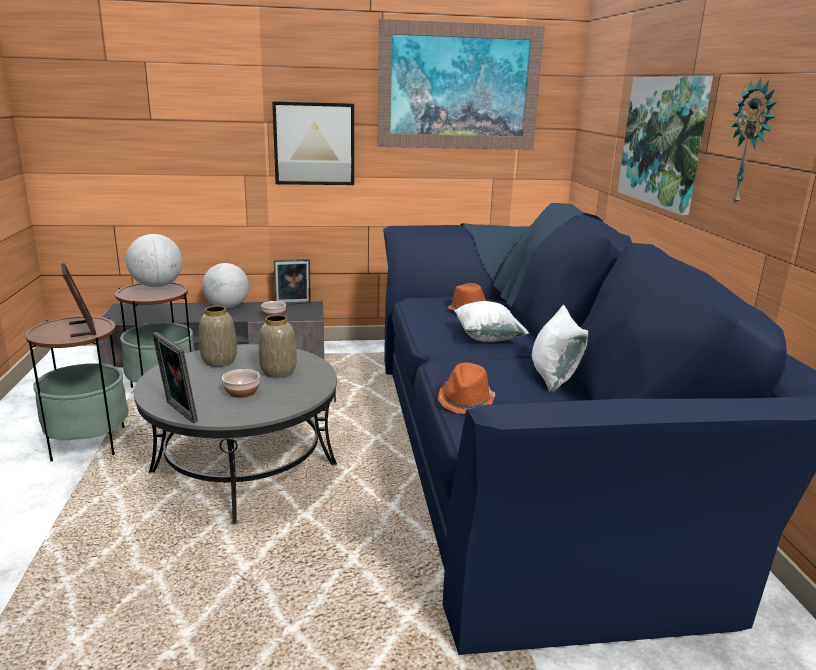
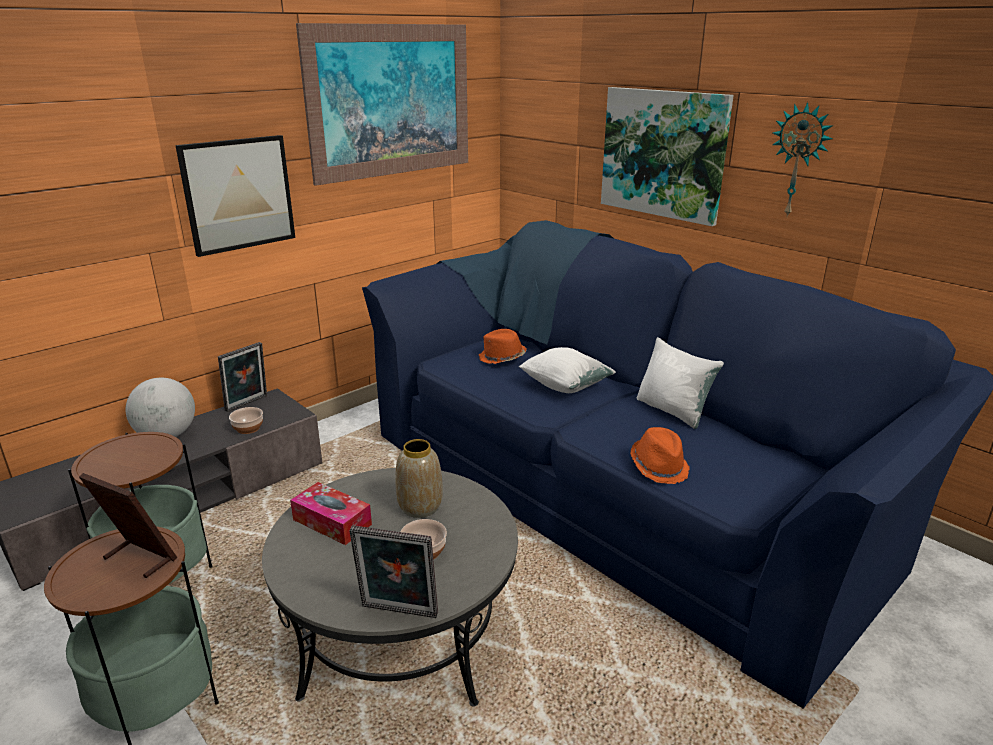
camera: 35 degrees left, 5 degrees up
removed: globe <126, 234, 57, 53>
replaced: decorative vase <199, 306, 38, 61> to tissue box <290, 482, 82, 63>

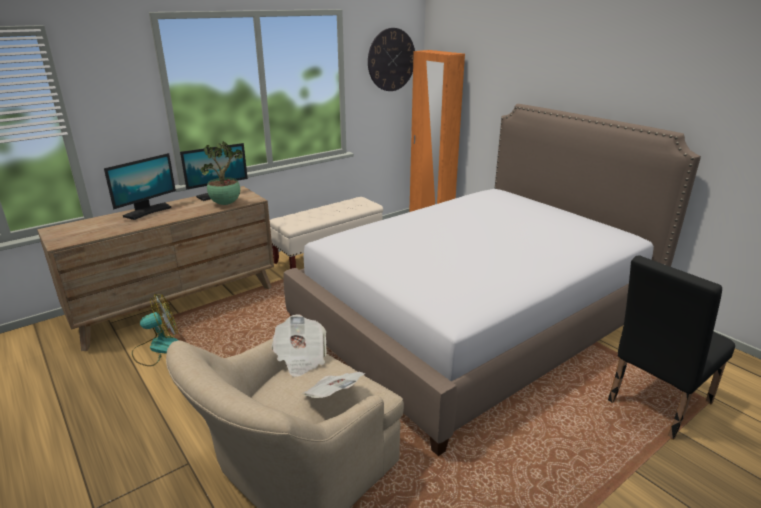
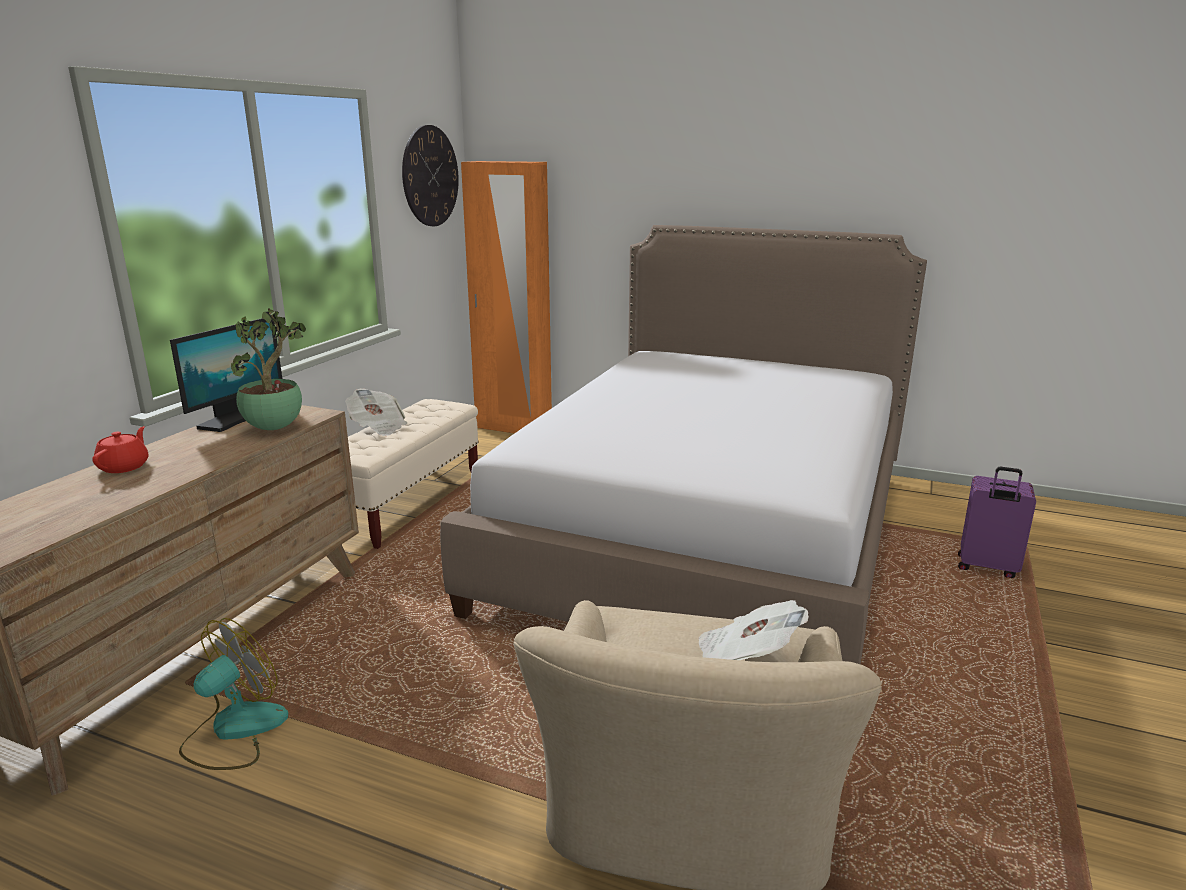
camera: 30 degrees left, 5 degrees down
moved: newspaper <271, 315, 56, 62> to <345, 389, 62, 47>
replaced: computer display <104, 153, 72, 67> to red-coloured pot for tea <92, 426, 56, 47>; blackish chair <608, 255, 127, 185> to purplish piece of luggage <958, 467, 78, 111>

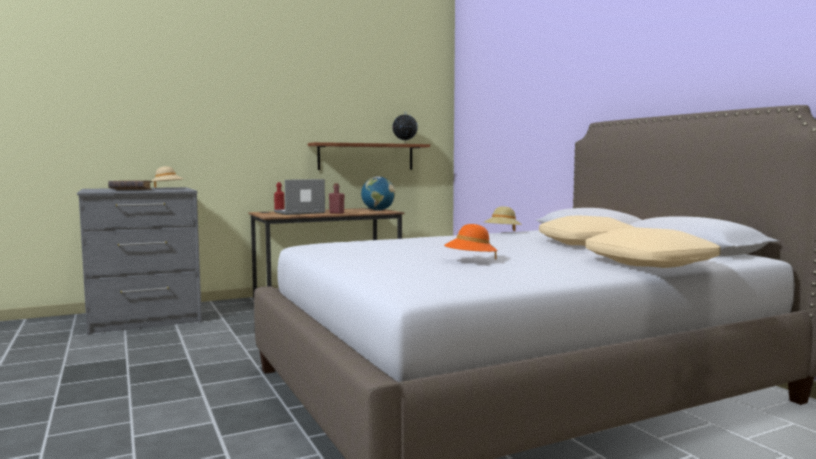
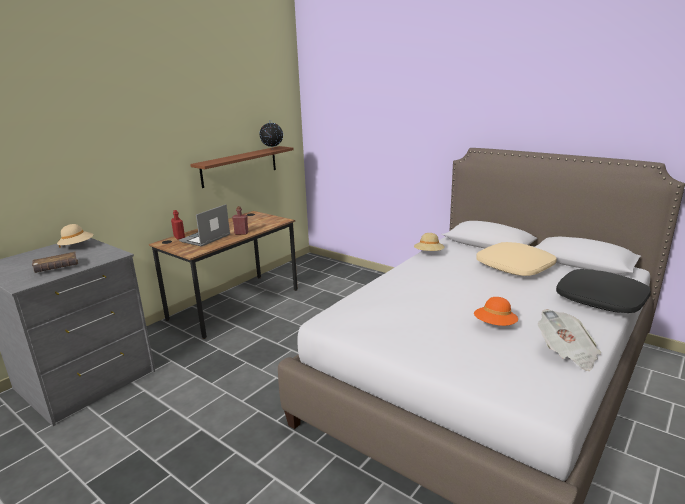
camera: 25 degrees left, 15 degrees up
removed: globe <361, 176, 34, 35>
added: newspaper <538, 309, 63, 62>
recoloured: sand-coloured pillow <585, 228, 136, 40> to blackish pillow <556, 269, 95, 44>

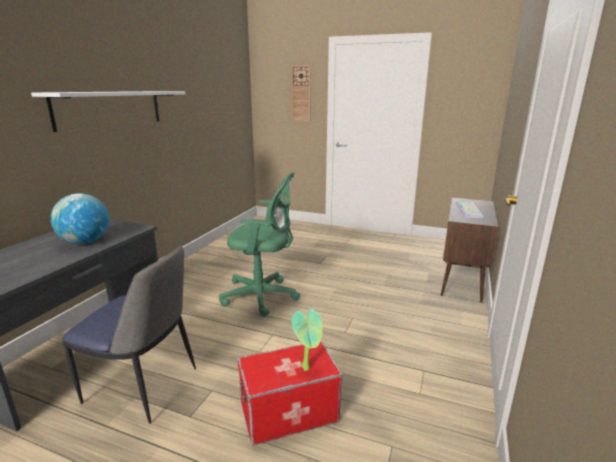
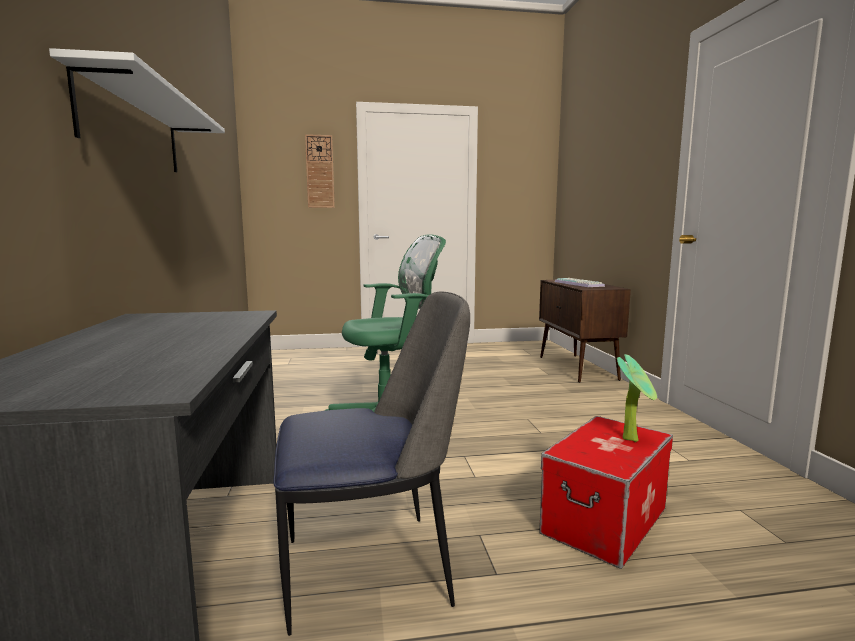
camera: 30 degrees left, 10 degrees down
removed: globe <51, 193, 58, 51>

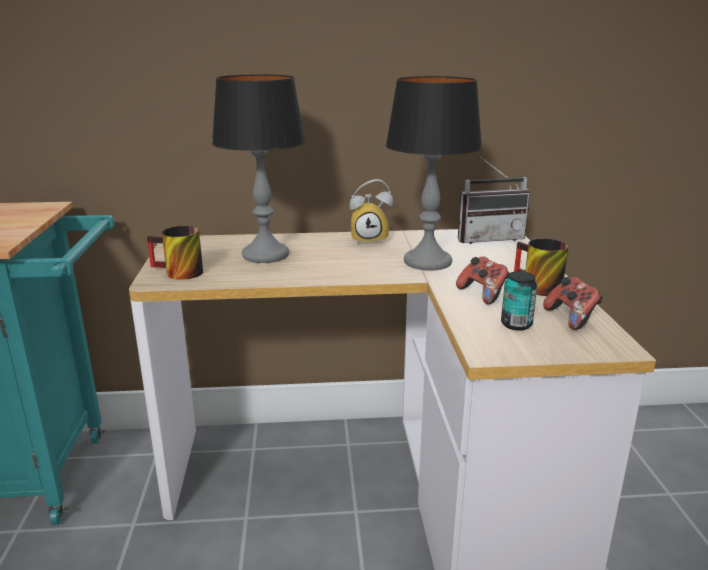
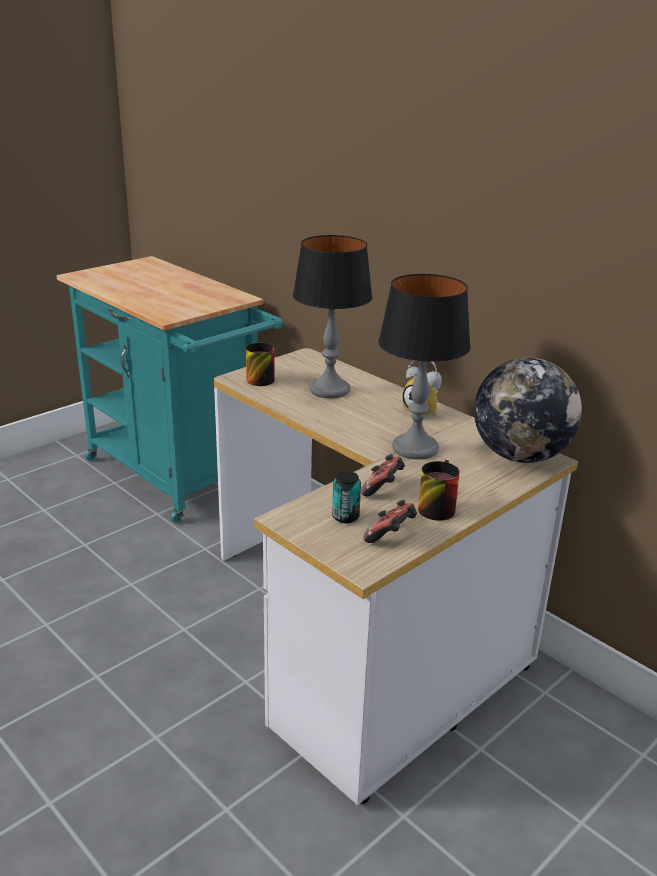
camera: 50 degrees right, 5 degrees up
replaced: radio receiver <458, 157, 72, 87> to globe <474, 357, 108, 106>

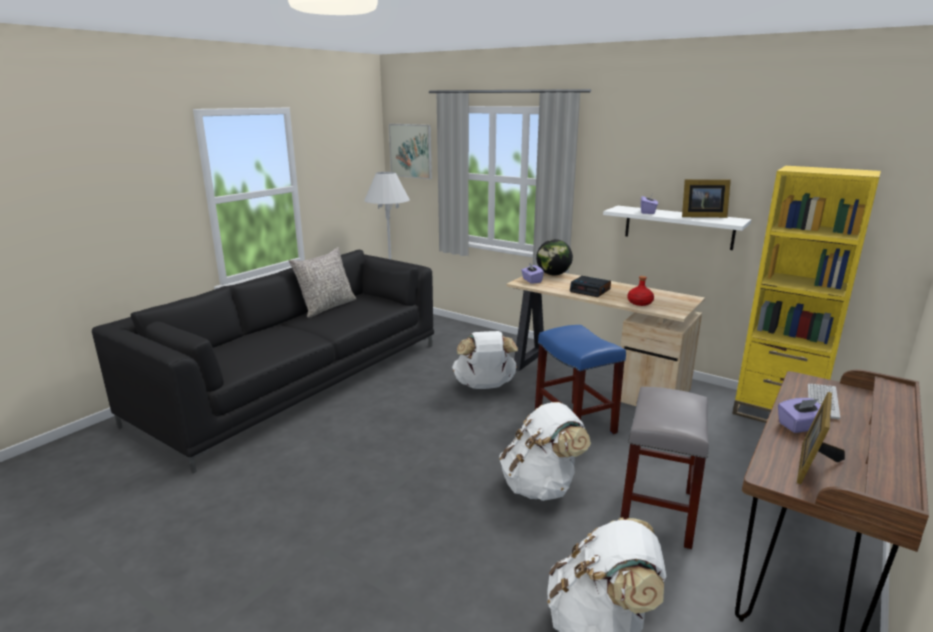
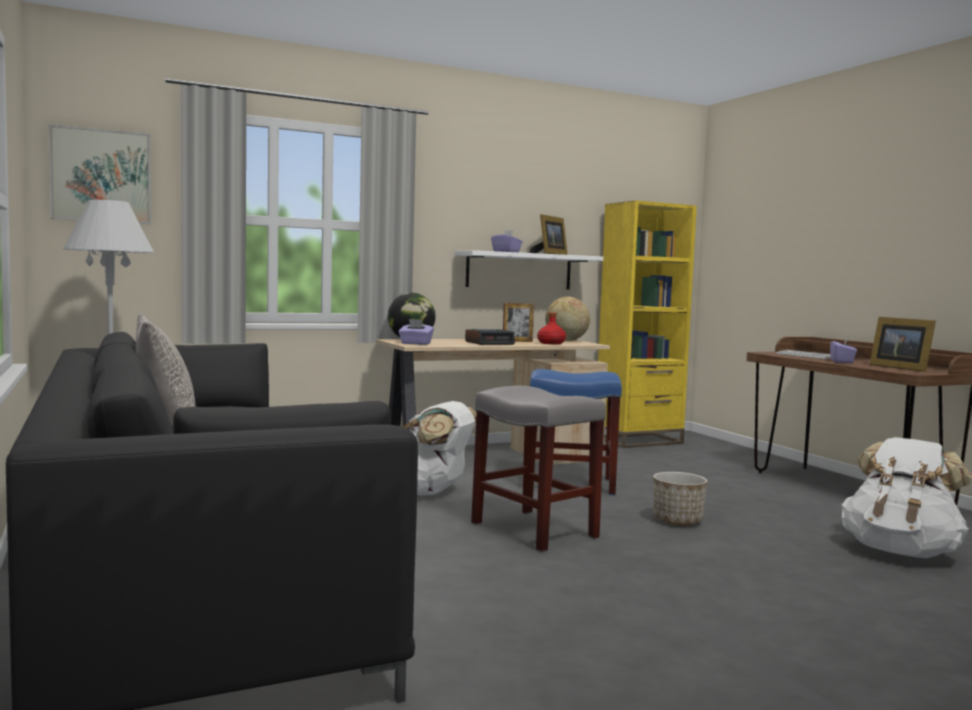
camera: 60 degrees left, 15 degrees down
added: standing frame <503, 303, 31, 39>; globe <545, 296, 45, 45>
moved: gray sitting stool <620, 387, 89, 162> to <471, 386, 135, 166>
replaced: whitish knapsack <499, 402, 92, 99> to planter <653, 472, 54, 54>

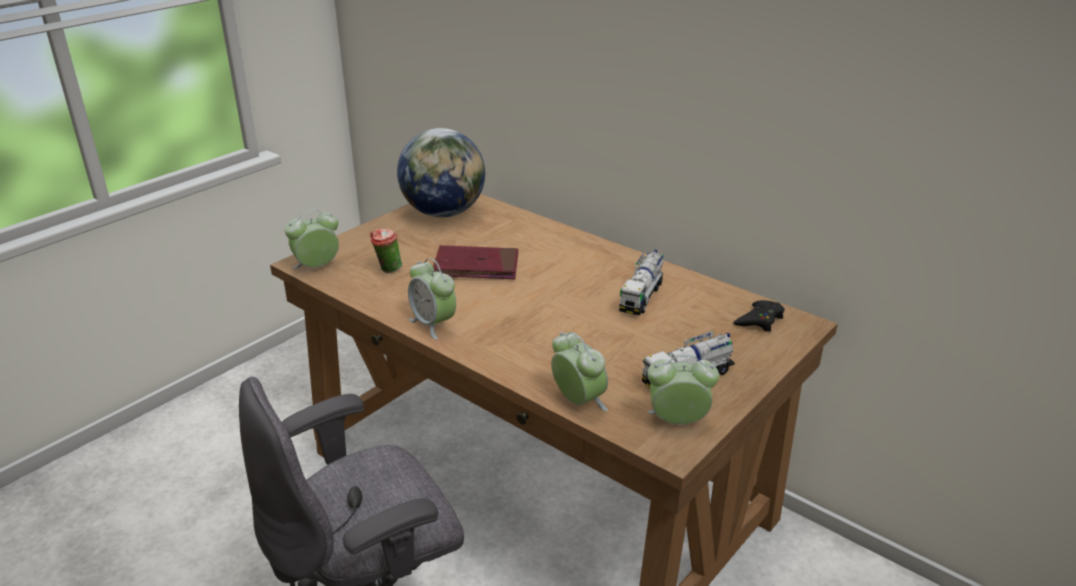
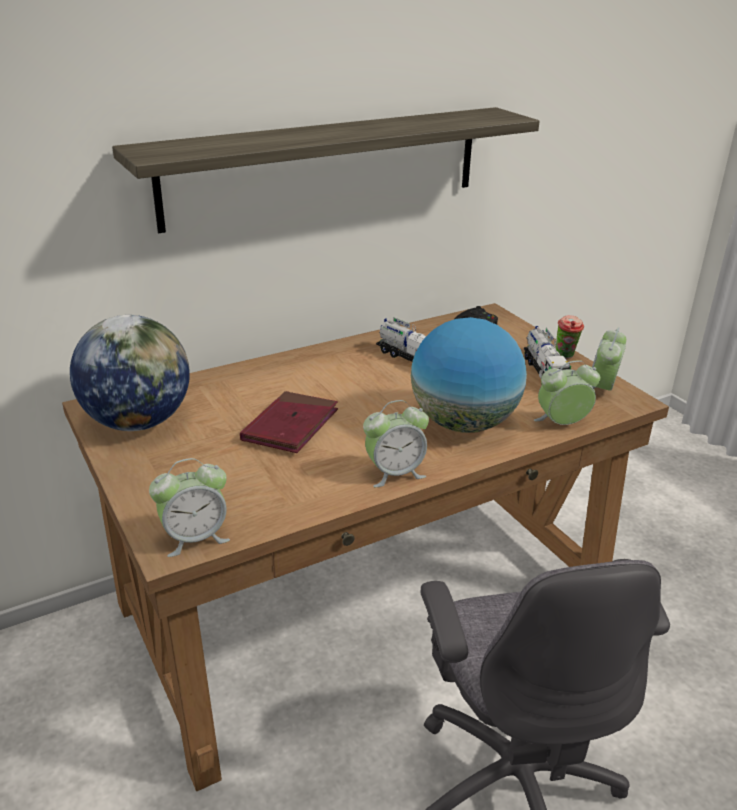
camera: 70 degrees left, 0 degrees up
added: wall shelf <112, 107, 428, 126>; globe <411, 317, 116, 116>
moved: small cup <370, 229, 32, 44> to <556, 315, 28, 44>
turned: table clock <285, 209, 54, 59> = <149, 458, 81, 99> 105 degrees counterclockwise

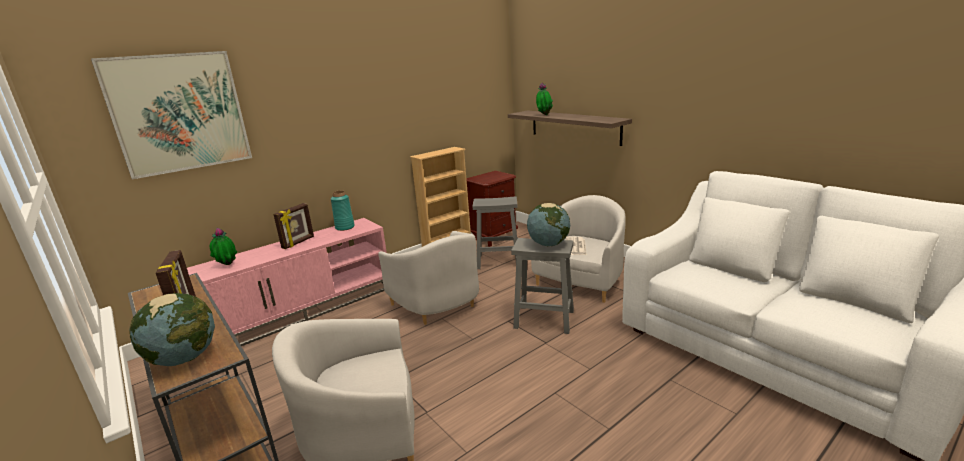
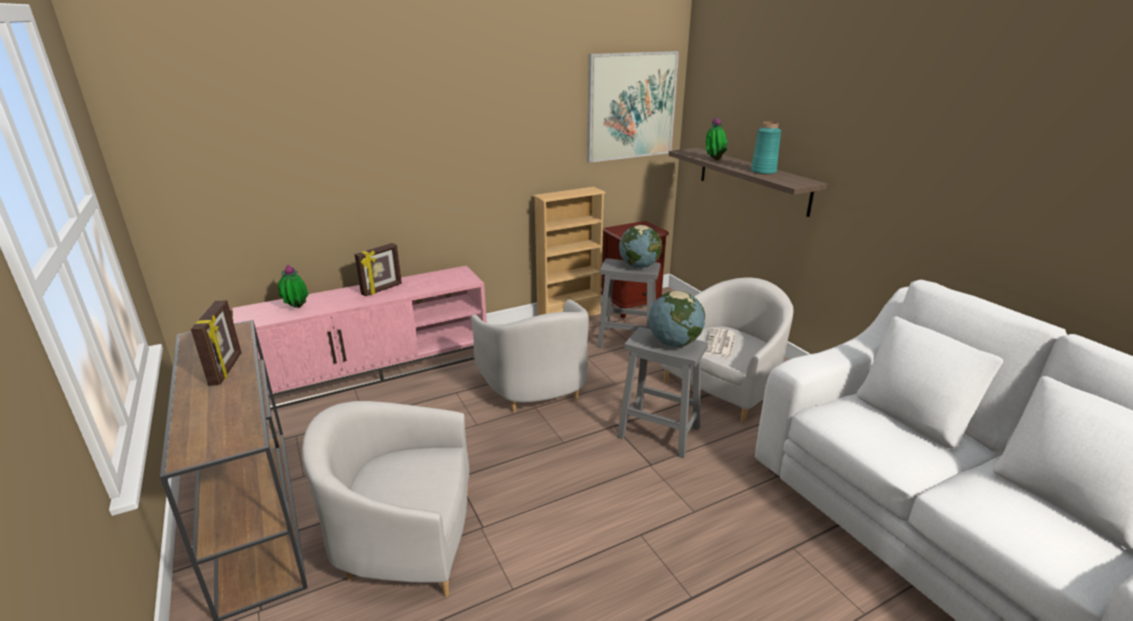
camera: 10 degrees right, 5 degrees up
moved: wall art <91, 51, 161, 128> to <587, 51, 92, 112>; globe <129, 293, 86, 73> to <619, 225, 43, 43>; turquoise-coloured decorative vase <331, 191, 24, 40> to <751, 122, 30, 52>

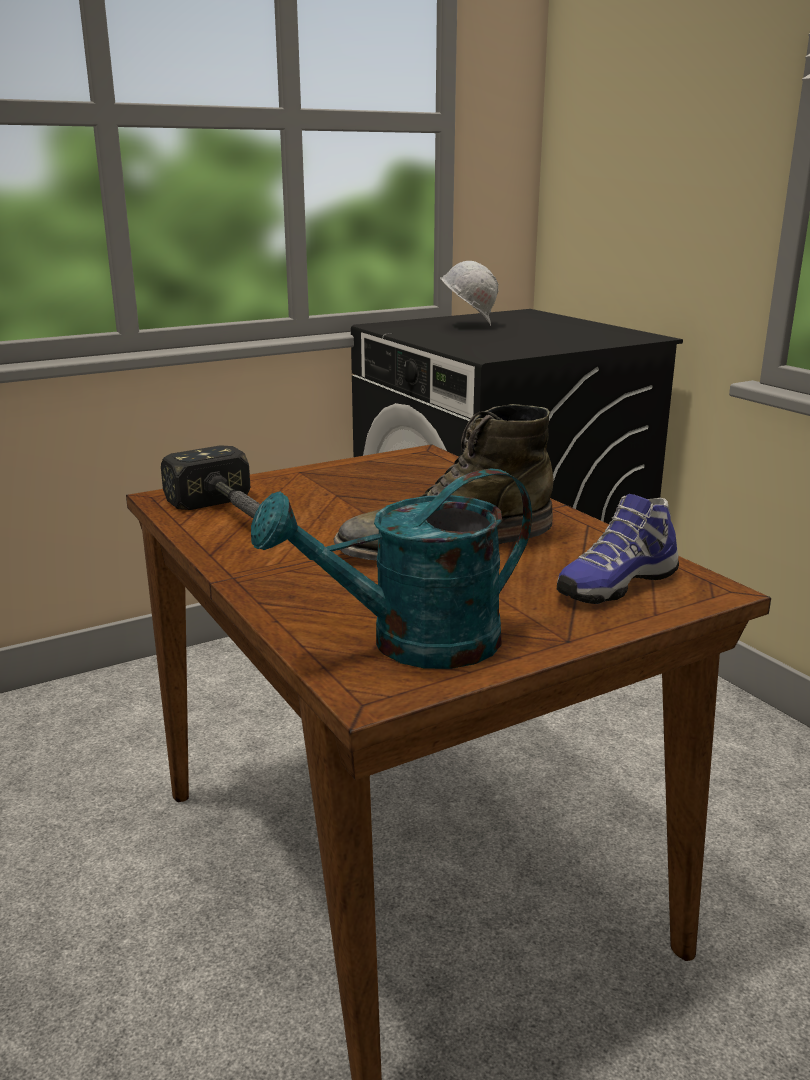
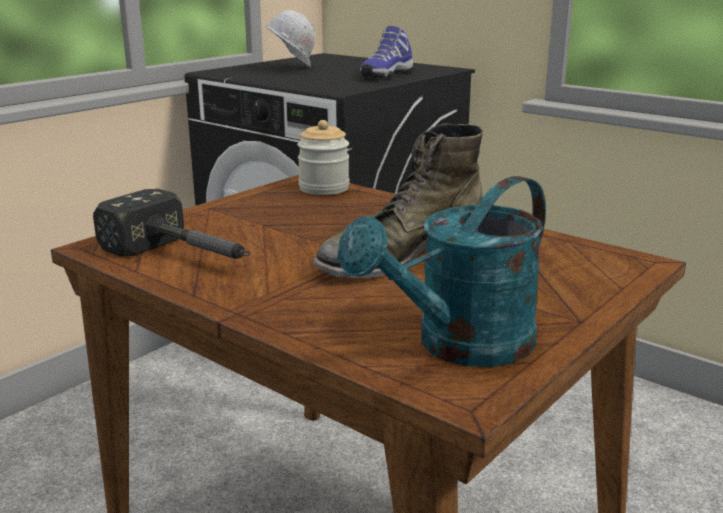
camera: 20 degrees left, 0 degrees up
added: preserve jar <297, 120, 52, 75>
moved: shoe <557, 494, 122, 110> to <360, 26, 54, 53>

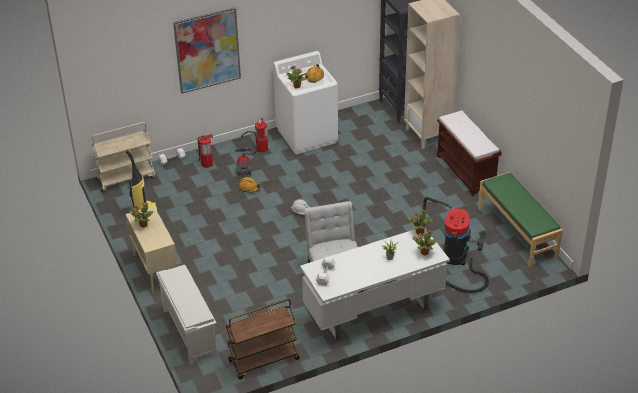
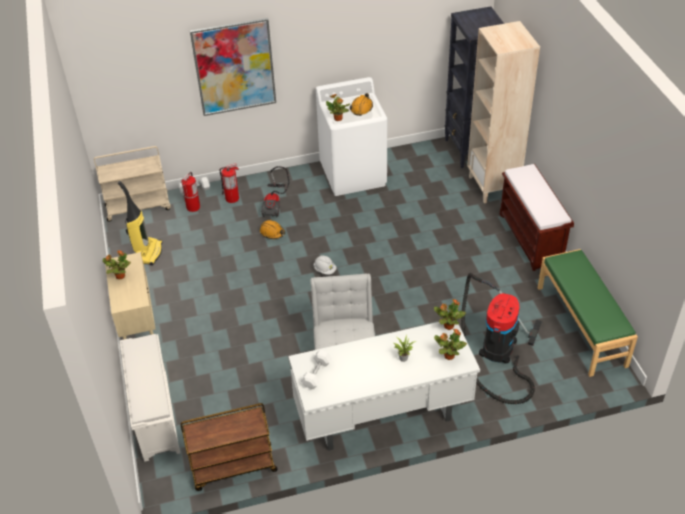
camera: 10 degrees right, 5 degrees up
moved: extinguisher <255, 118, 13, 35> to <181, 172, 19, 40>

